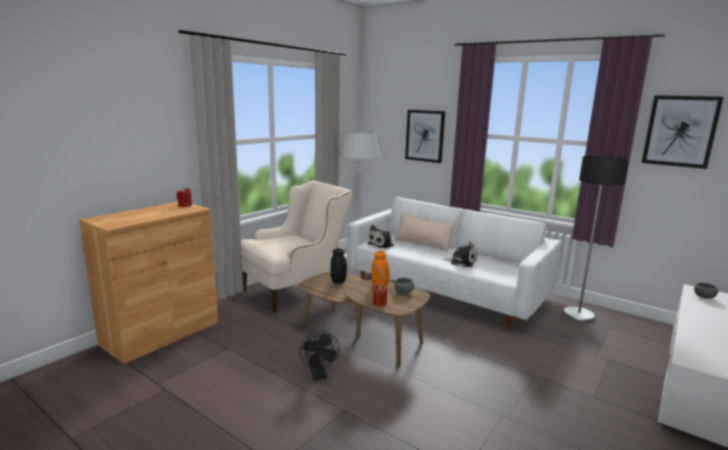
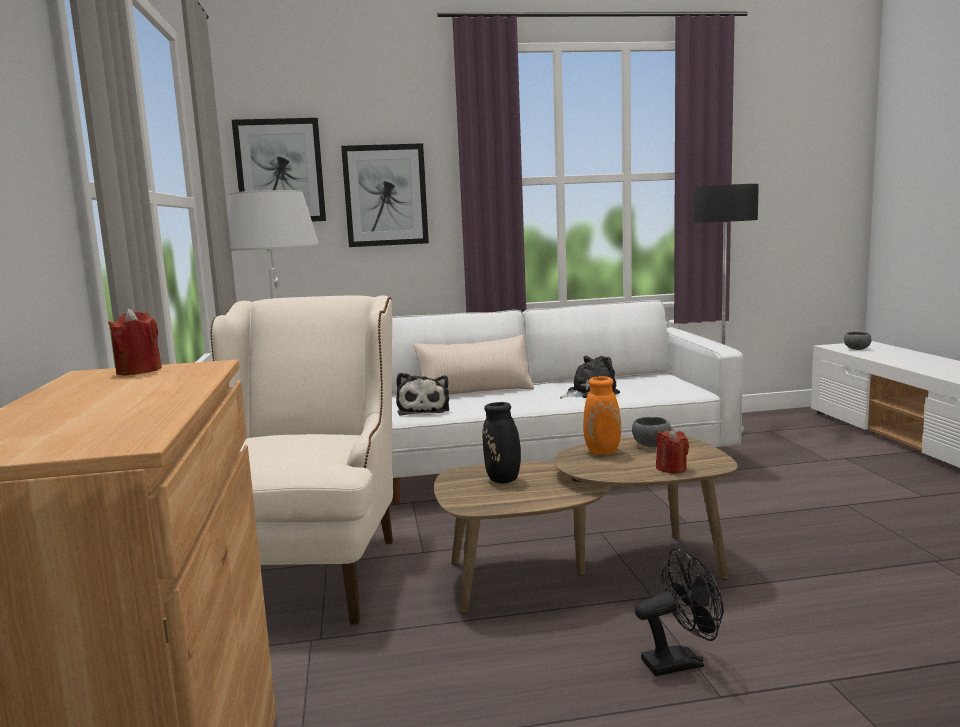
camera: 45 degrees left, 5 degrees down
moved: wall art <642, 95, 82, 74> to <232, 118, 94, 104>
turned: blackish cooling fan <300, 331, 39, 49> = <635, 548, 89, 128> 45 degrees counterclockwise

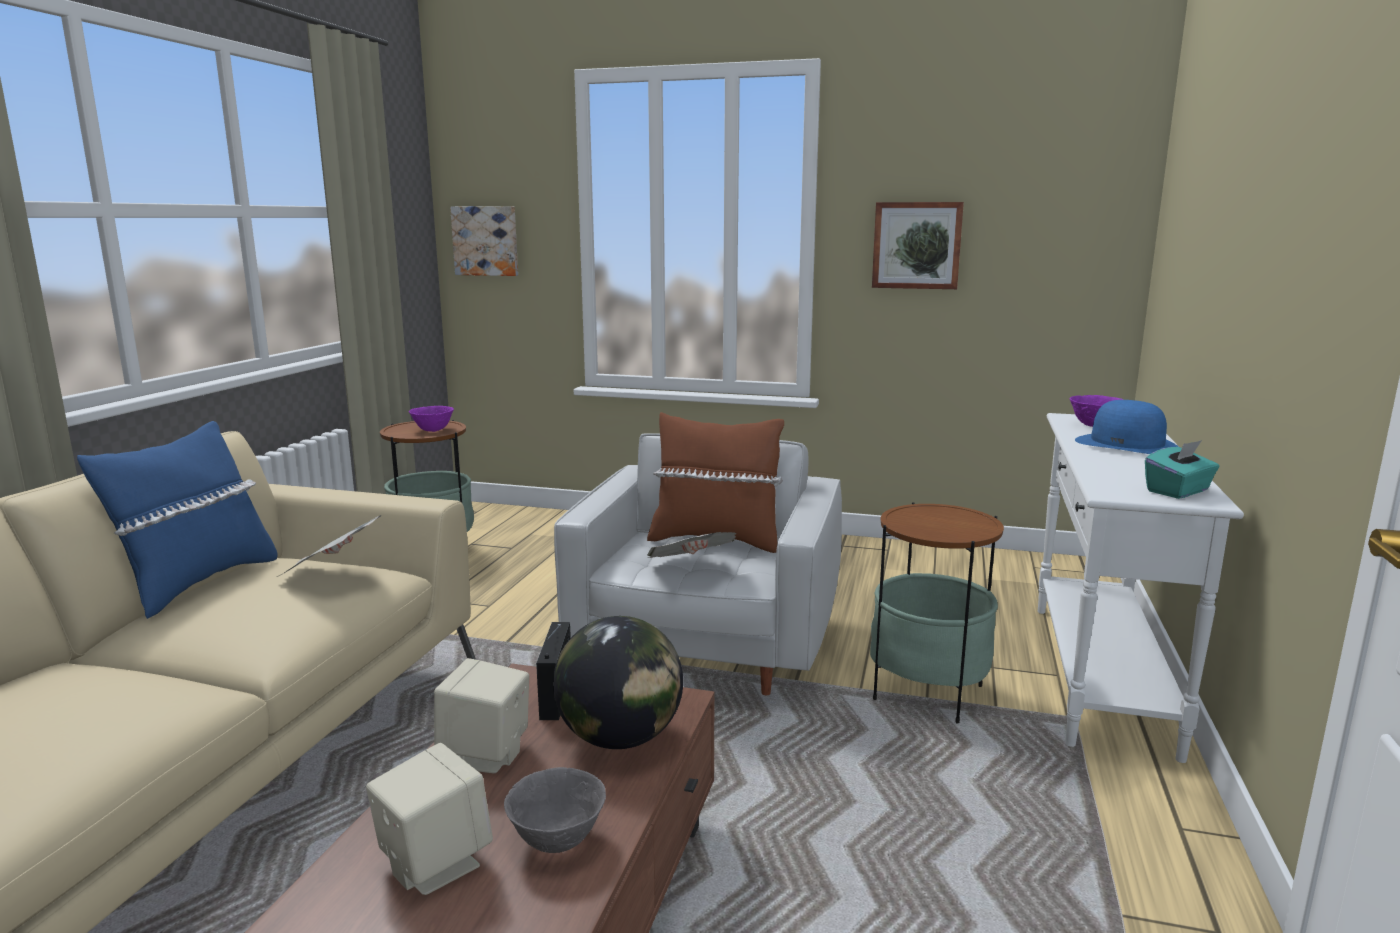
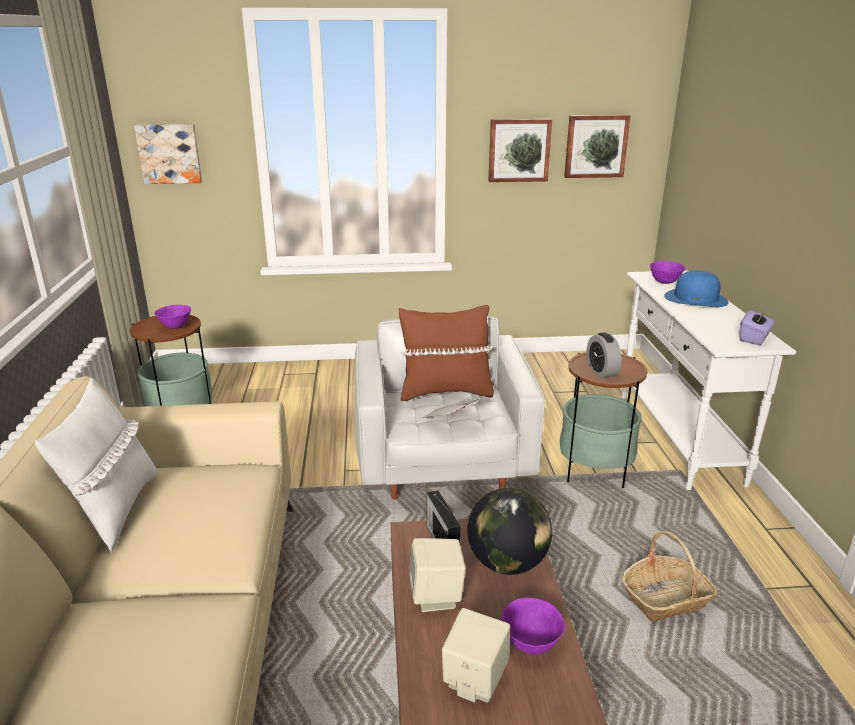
camera: 20 degrees left, 10 degrees up
removed: newspaper <277, 515, 105, 62>
added: wall art <564, 115, 67, 63>; table clock <586, 332, 36, 46>; household basket <622, 531, 96, 90>
recoloured: blue pillow <77, 421, 201, 198> to whitish pillow <35, 378, 122, 174>; gray deep dish <504, 767, 102, 86> to purplish deep dish <502, 598, 63, 56>; turquoise-coloured tissue box <1145, 440, 74, 59> to purplish tissue box <740, 308, 35, 37>

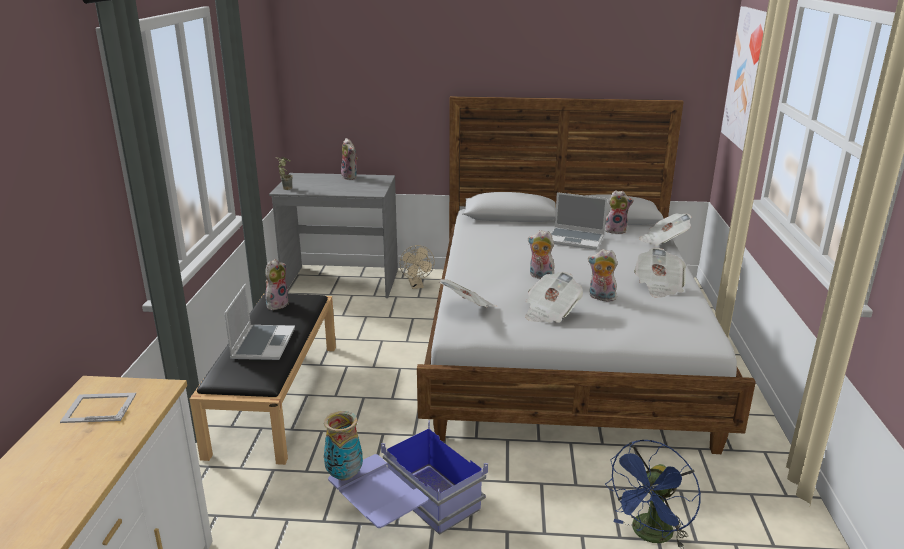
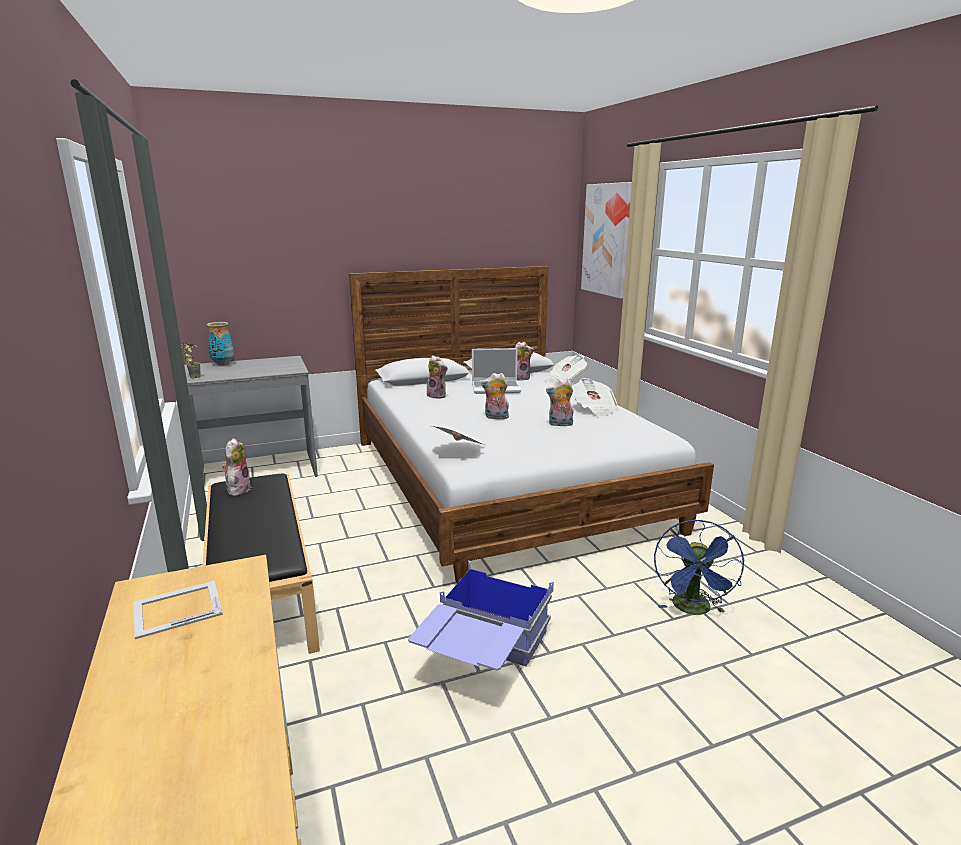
camera: 25 degrees left, 5 degrees down
removed: laptop <224, 284, 71, 76>; sand-coloured cooling fan <400, 245, 35, 44>; newspaper <525, 272, 58, 51>
moved: decorative vase <324, 411, 39, 70> to <207, 322, 27, 44>; cuddly toy <341, 138, 17, 42> to <427, 355, 21, 44>

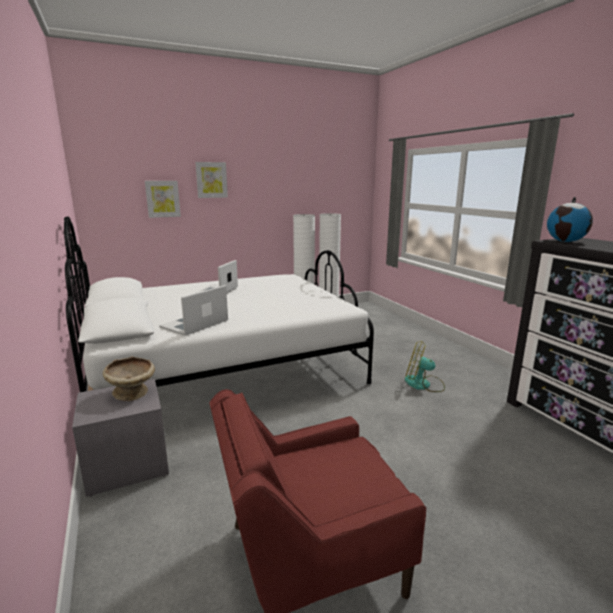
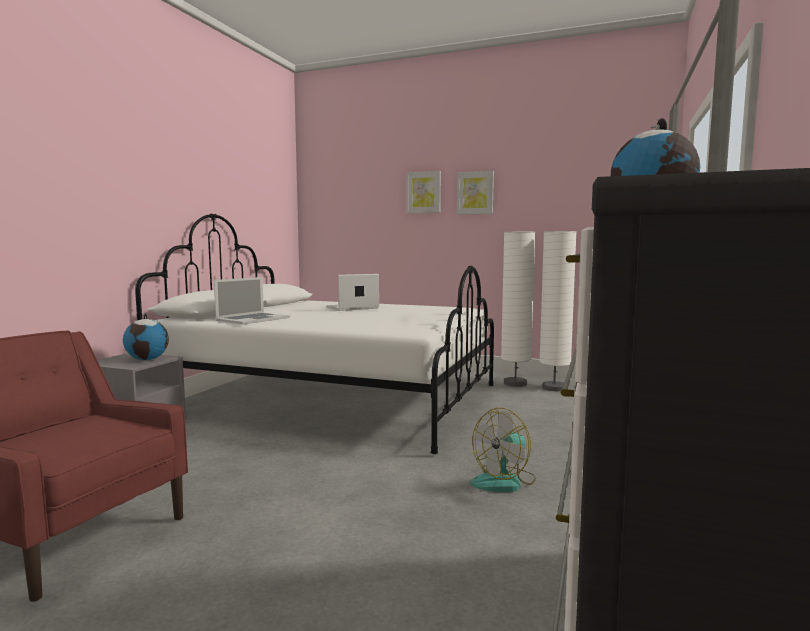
camera: 45 degrees right, 10 degrees down
moved: wall art <145, 181, 36, 37> to <457, 171, 37, 44>
replaced: sand-coloured deep dish <103, 356, 52, 45> to globe <123, 313, 46, 47>
turned: laptop <159, 285, 69, 51> = <214, 277, 76, 47> 135 degrees clockwise; cooling fan <405, 342, 40, 50> = <470, 408, 66, 84> 105 degrees counterclockwise

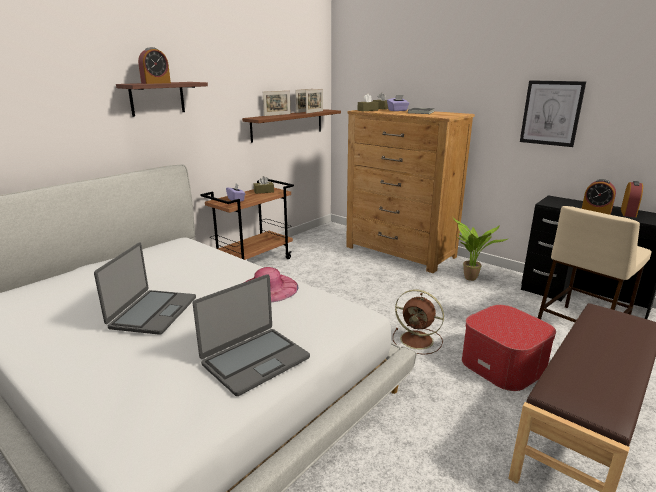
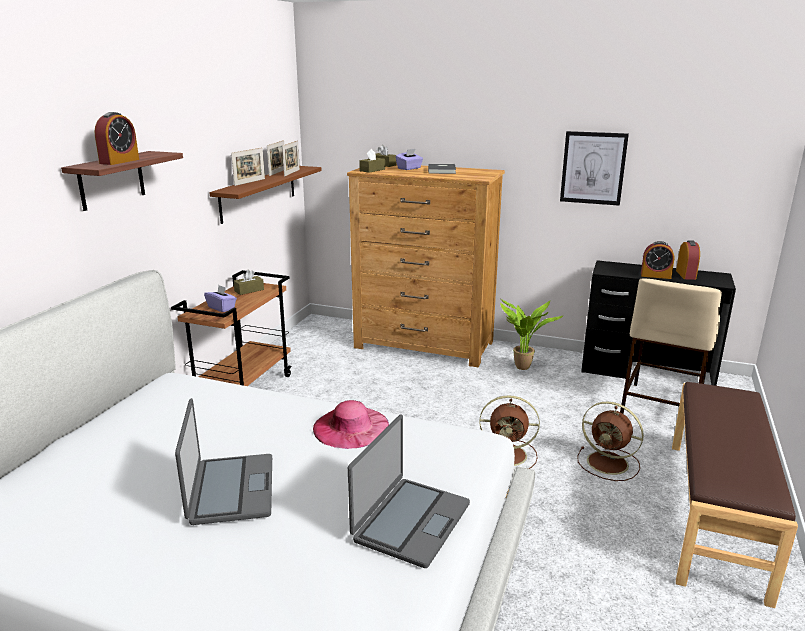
camera: 20 degrees left, 0 degrees up
replaced: pouffe <462, 305, 94, 86> to brownish cooling fan <577, 401, 67, 80>

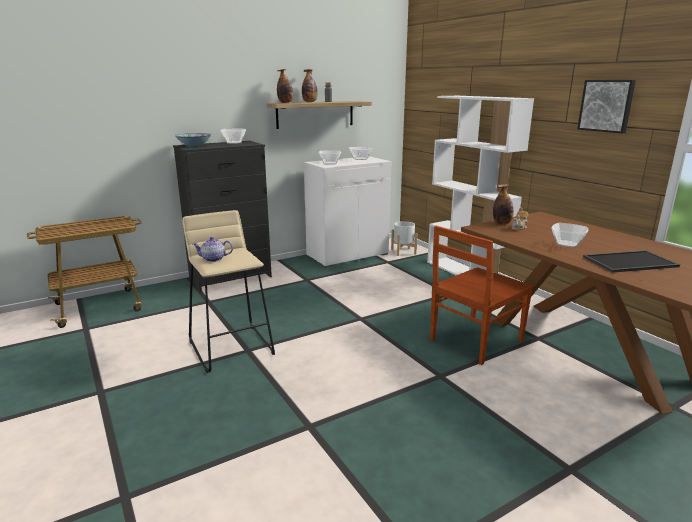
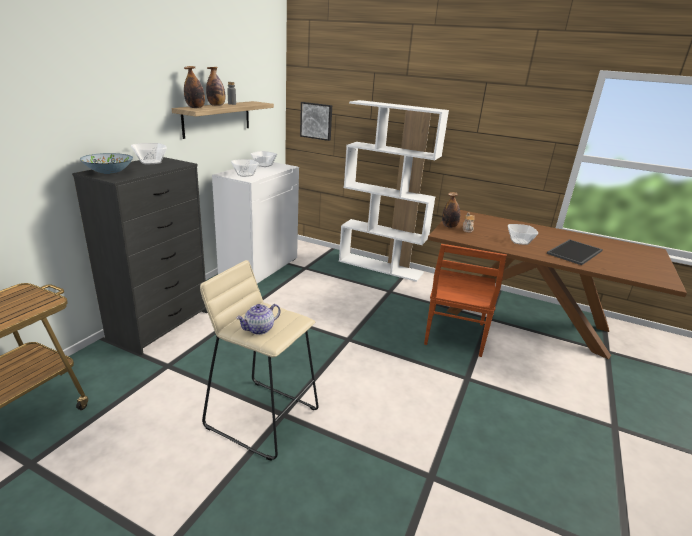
camera: 35 degrees left, 5 degrees up
removed: whitish planter <391, 221, 26, 35>
moved: wall art <577, 80, 59, 53> to <300, 102, 32, 39>

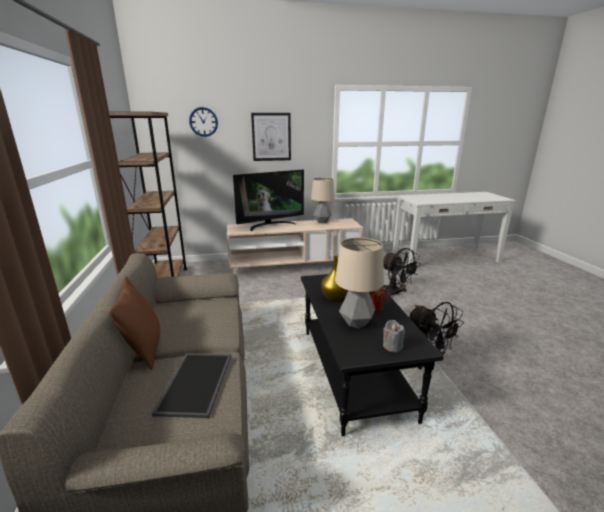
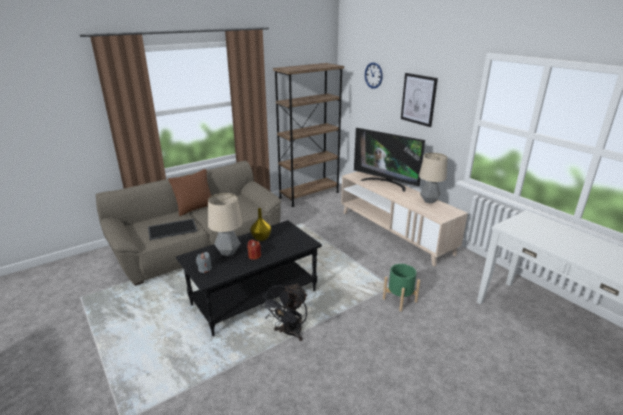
camera: 65 degrees right, 5 degrees up
replaced: blackish cooling fan <383, 248, 38, 49> to greenish planter <383, 264, 37, 47>

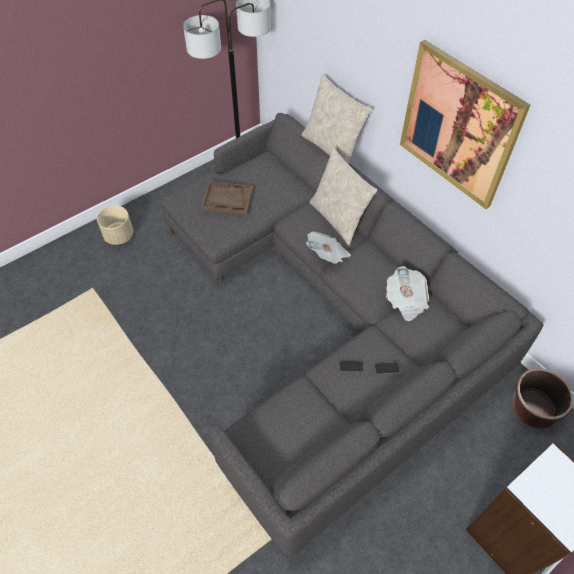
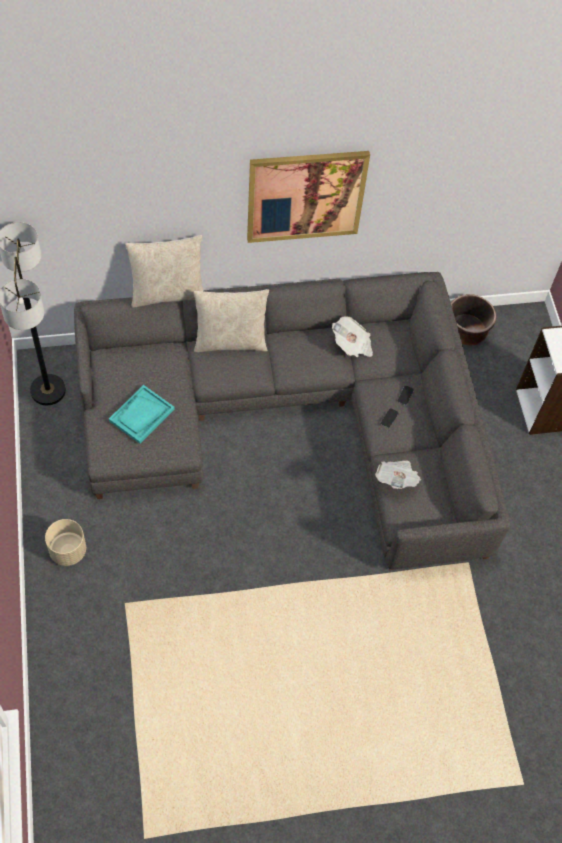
camera: 65 degrees left, 5 degrees up
moved: newspaper <306, 232, 45, 32> to <375, 460, 46, 29>
recoloured: brownish carrying tray <201, 181, 53, 34> to turquoise-coloured carrying tray <109, 385, 65, 59>

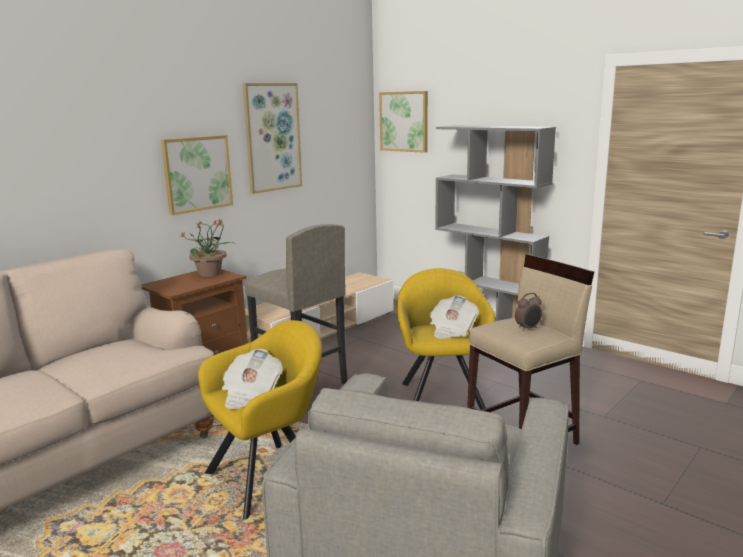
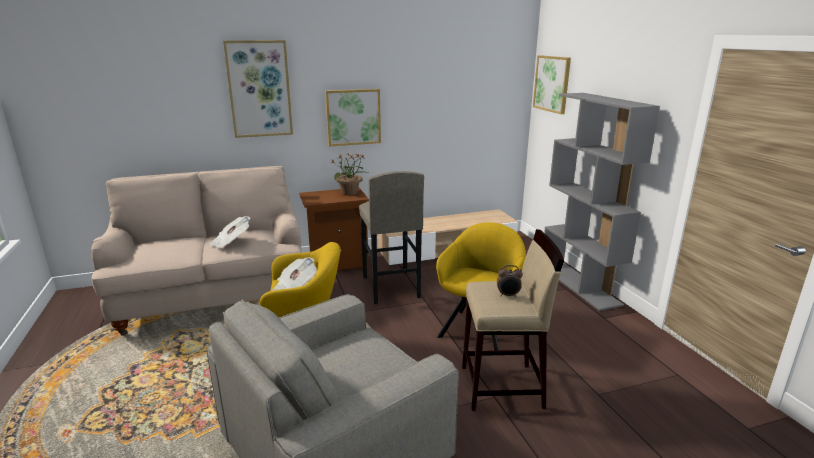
camera: 30 degrees right, 5 degrees up
moved: newspaper <430, 295, 49, 44> to <209, 216, 42, 32>; wall art <243, 83, 59, 111> to <223, 40, 70, 98>

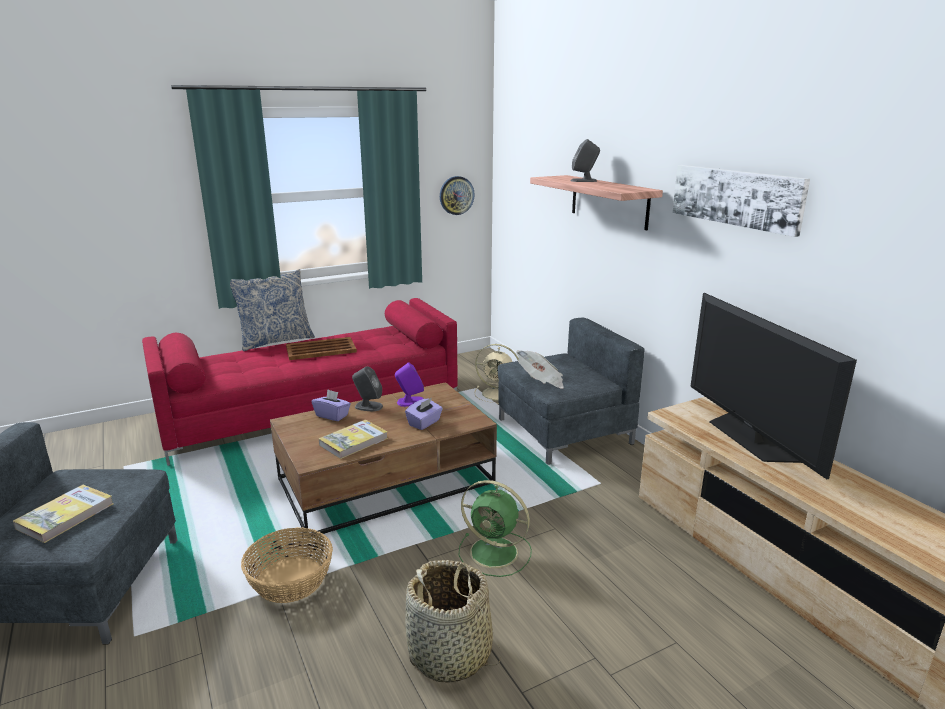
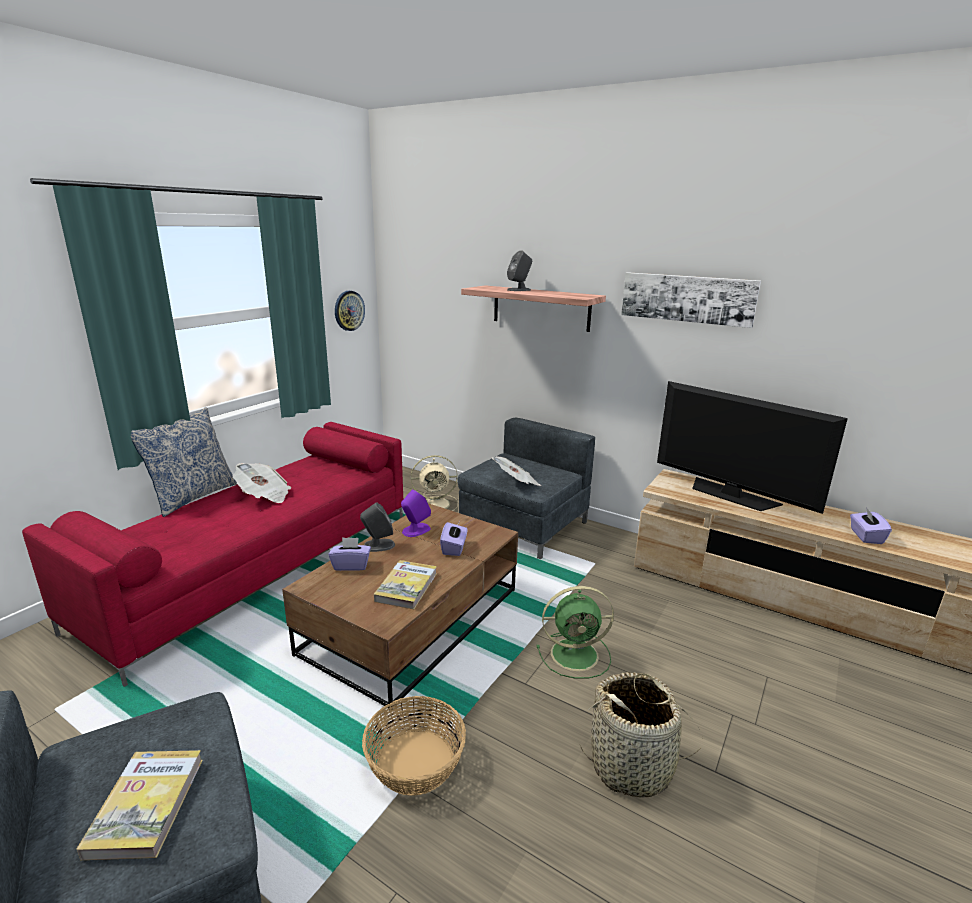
camera: 30 degrees left, 0 degrees up
added: purplish tissue box <850, 507, 42, 37>
replaced: brownish carrying tray <286, 337, 71, 23> to newspaper <232, 463, 59, 40>

